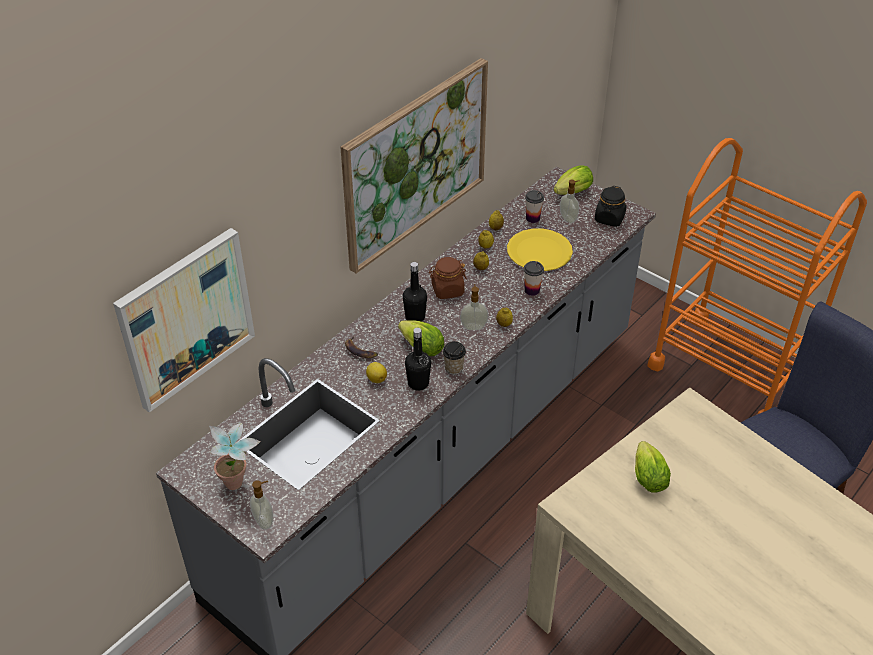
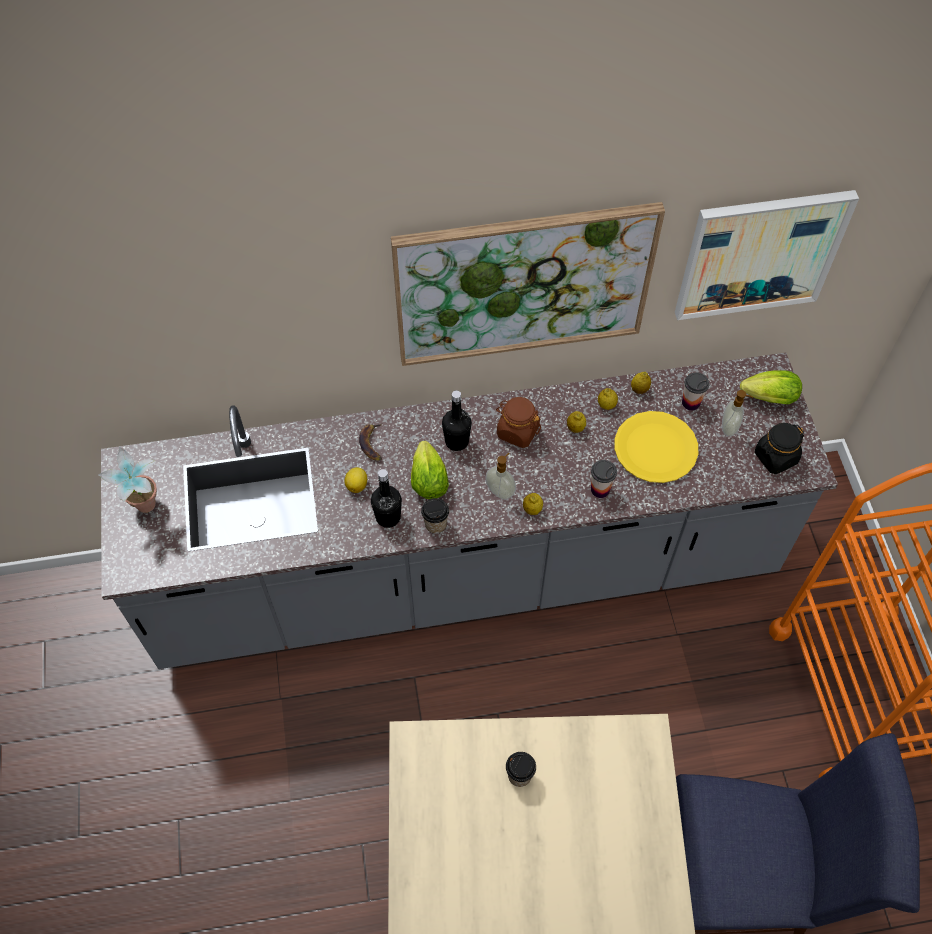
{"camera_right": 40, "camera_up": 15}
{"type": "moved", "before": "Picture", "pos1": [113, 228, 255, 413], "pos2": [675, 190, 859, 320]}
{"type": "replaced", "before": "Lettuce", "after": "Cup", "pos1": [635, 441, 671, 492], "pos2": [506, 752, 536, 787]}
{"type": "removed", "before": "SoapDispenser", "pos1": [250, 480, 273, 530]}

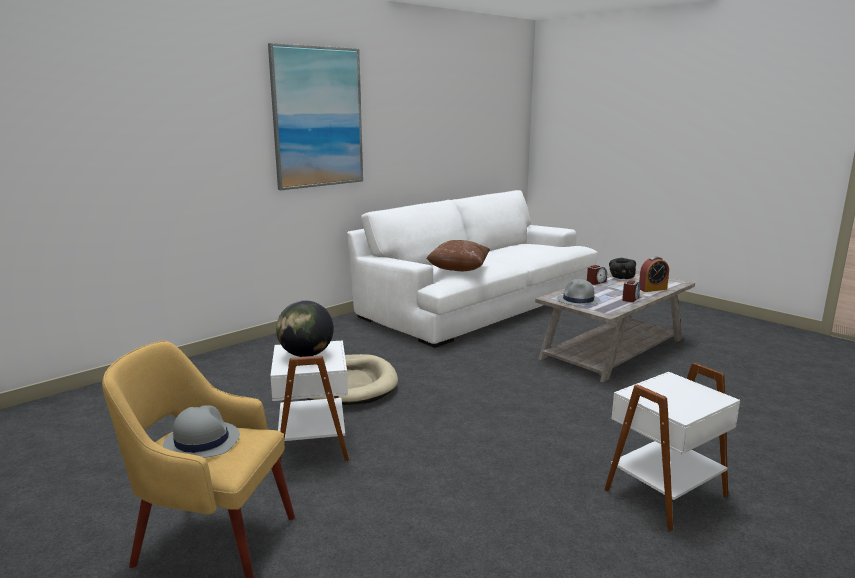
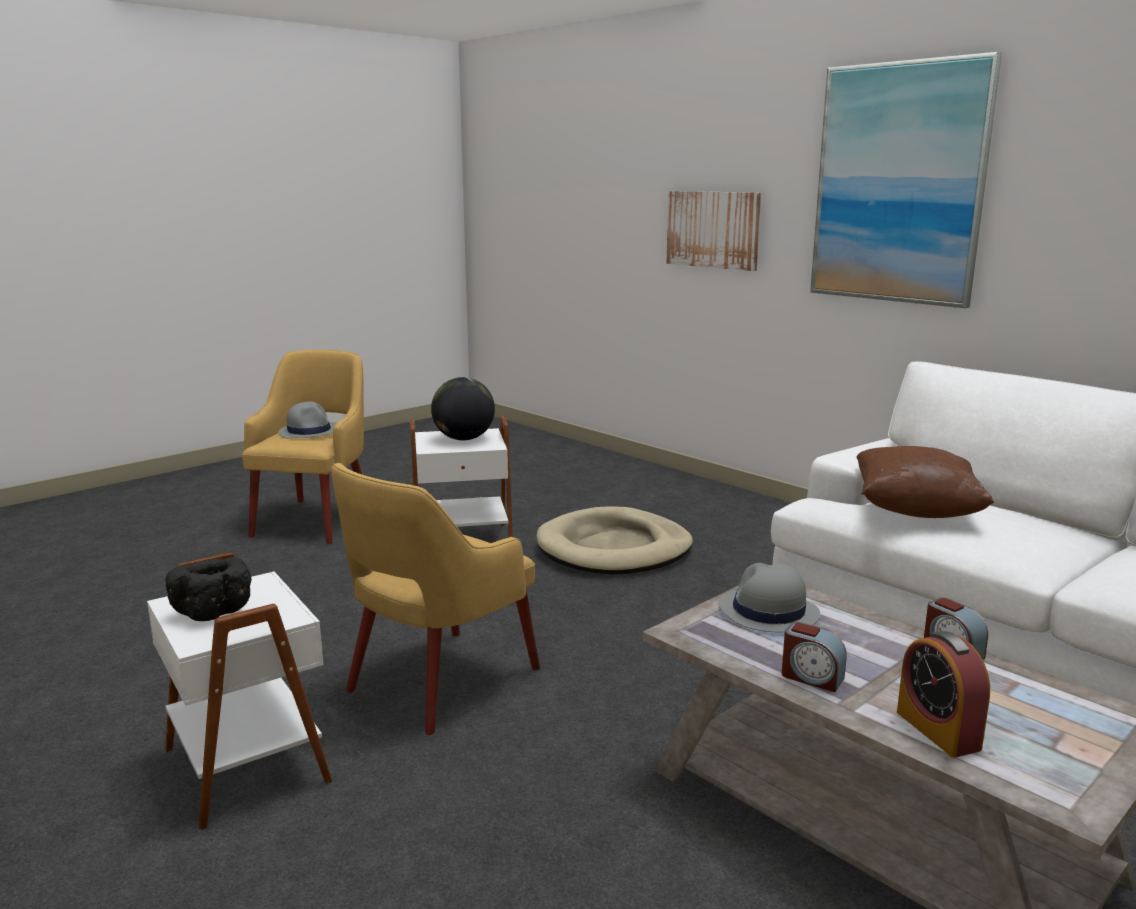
{"camera_right": 90, "camera_up": 0}
{"type": "moved", "before": "BlackBowl", "pos1": [609, 258, 636, 279], "pos2": [165, 557, 252, 621]}
{"type": "added", "after": "Picture", "pos2": [666, 191, 761, 271]}
{"type": "added", "after": "YellowArmchair", "pos2": [331, 463, 540, 735]}

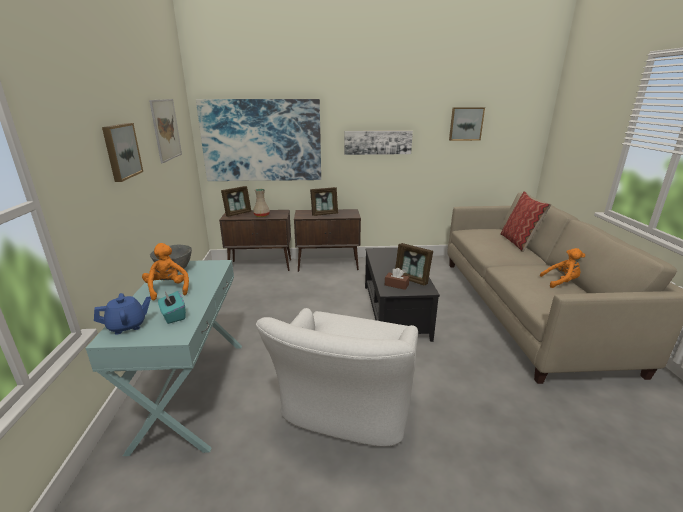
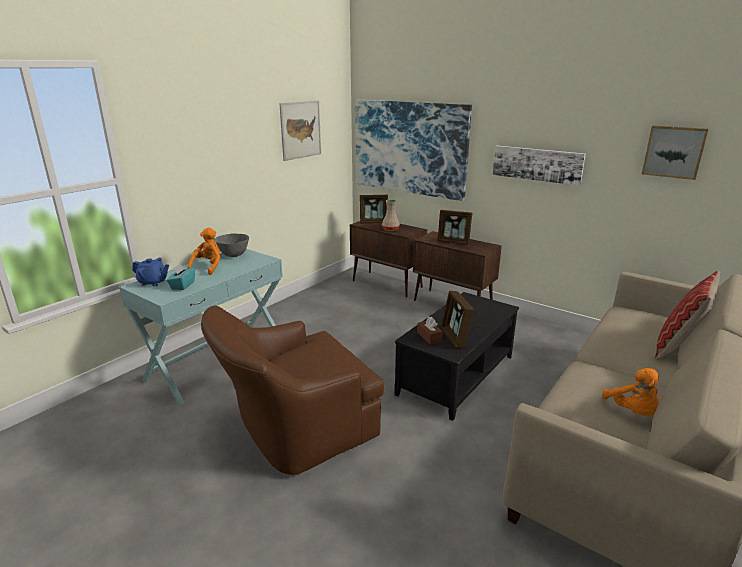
{"camera_right": 40, "camera_up": 0}
{"type": "removed", "before": "Picture", "pos1": [102, 123, 143, 182]}
{"type": "turned", "before": "OrangePlushToy", "pos1": [540, 248, 585, 288], "pos2": [602, 368, 662, 416], "turn": 45}
{"type": "recoloured", "before": "WhiteArmchair", "after": "BrownArmchair", "pos1": [256, 308, 418, 447], "pos2": [201, 306, 384, 475]}

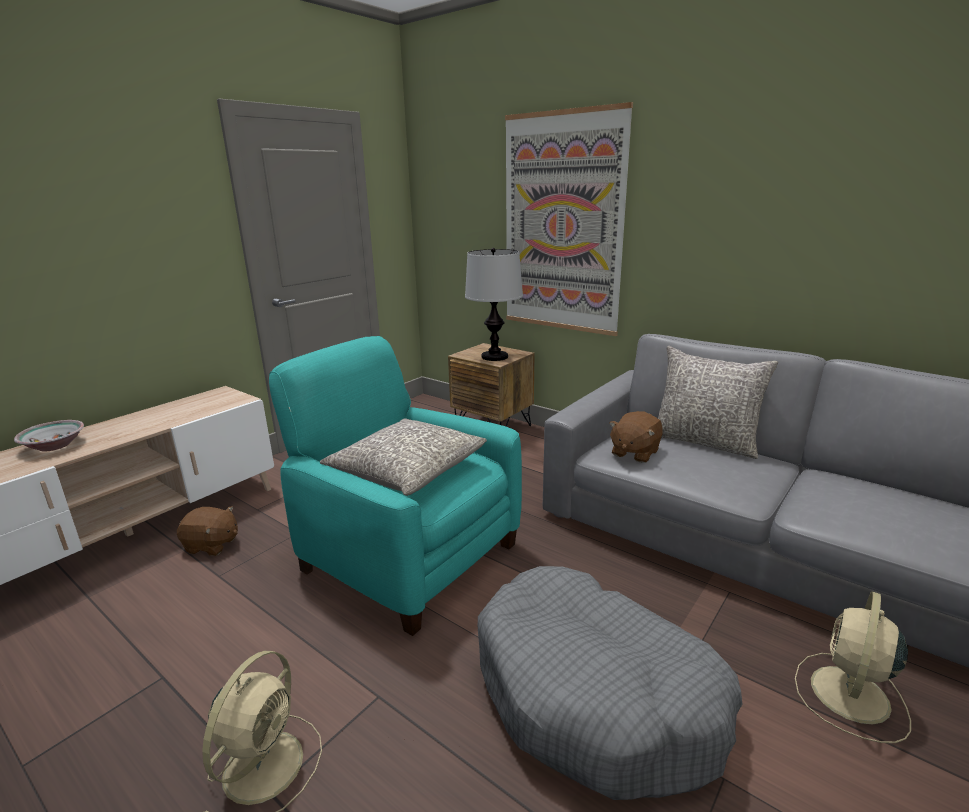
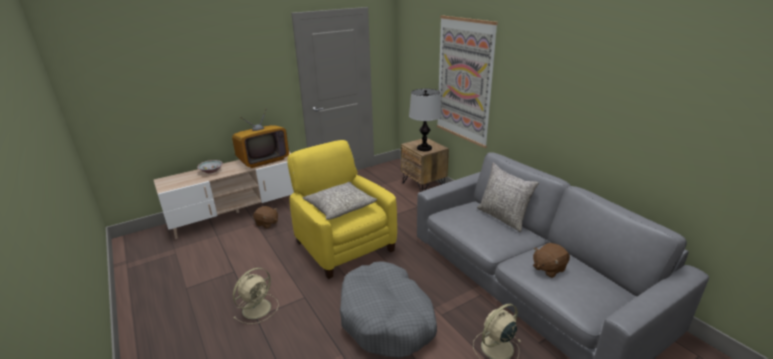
{"camera_right": 20, "camera_up": 5}
{"type": "recoloured", "before": "TurquoiseArmchair", "after": "YellowArmchair", "pos1": [269, 336, 522, 636], "pos2": [287, 140, 397, 279]}
{"type": "moved", "before": "BrownPlushToy", "pos1": [609, 411, 663, 463], "pos2": [533, 243, 570, 278]}
{"type": "added", "after": "Television", "pos2": [232, 108, 289, 168]}

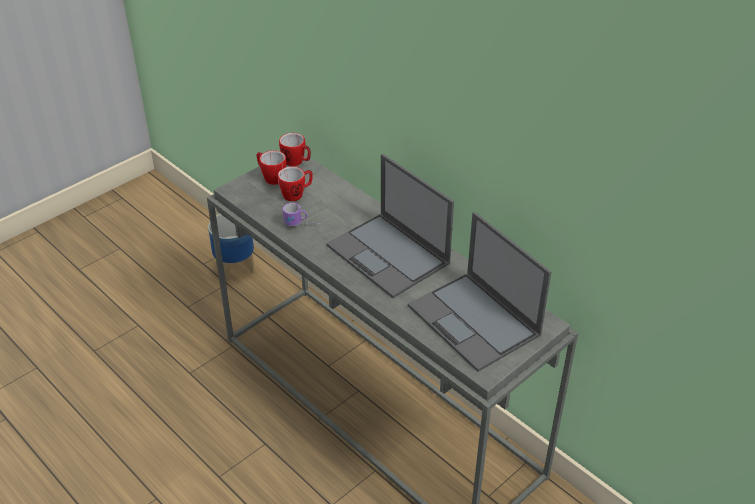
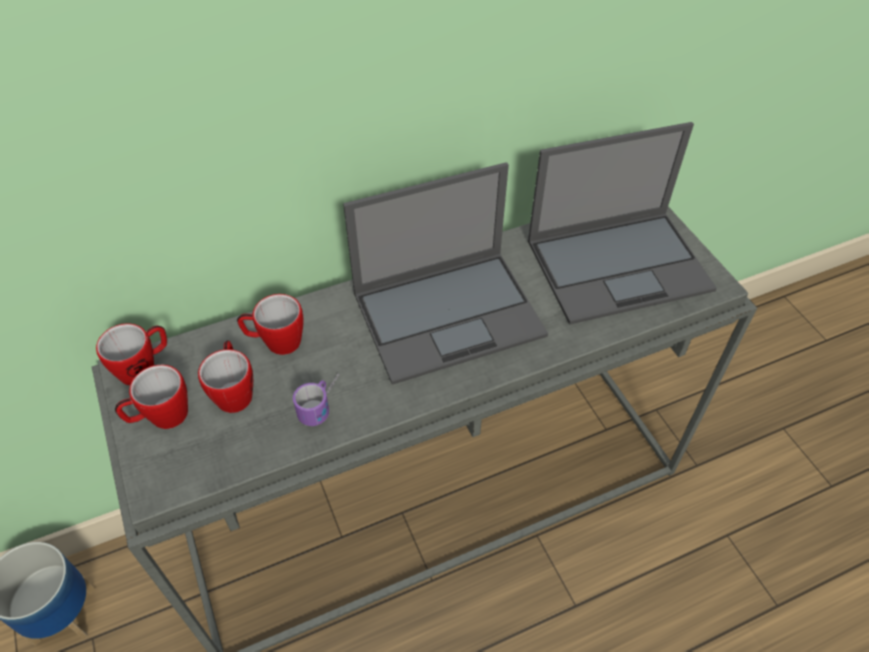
{"camera_right": -70, "camera_up": 10}
{"type": "added", "after": "Mug", "pos2": [237, 294, 303, 355]}

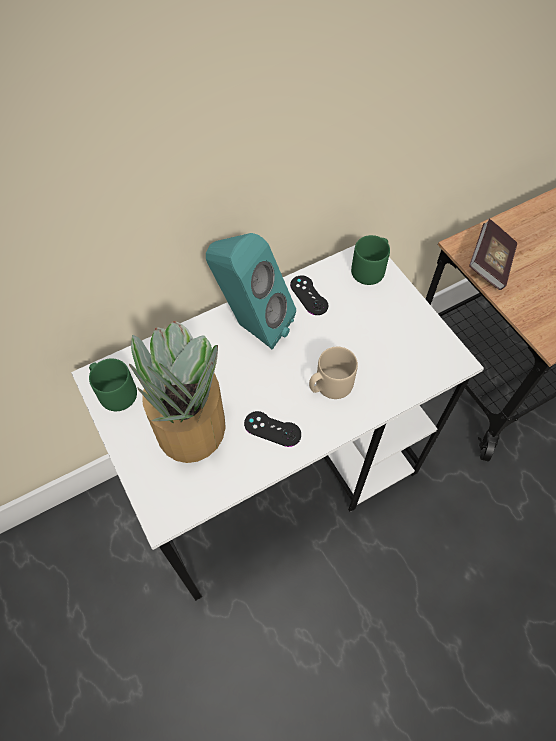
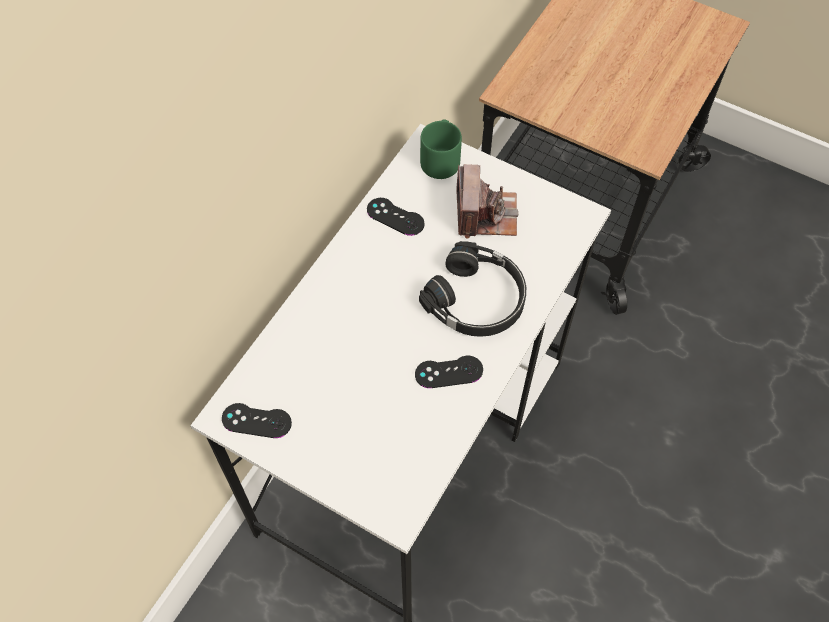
{"camera_right": -30, "camera_up": 0}
{"type": "removed", "before": "Book", "pos1": [469, 219, 517, 290]}
{"type": "removed", "before": "TurquoiseSpeaker", "pos1": [206, 233, 296, 349]}
{"type": "removed", "before": "PottedPlant", "pos1": [129, 321, 226, 463]}
{"type": "replaced", "before": "BeigeMug", "after": "BlackHeadphones", "pos1": [309, 347, 358, 399], "pos2": [419, 241, 526, 337]}
{"type": "replaced", "before": "GreenMug", "after": "BlackGameController", "pos1": [89, 358, 137, 411], "pos2": [222, 403, 292, 438]}
{"type": "added", "after": "PhotoCamera", "pos2": [456, 164, 518, 239]}

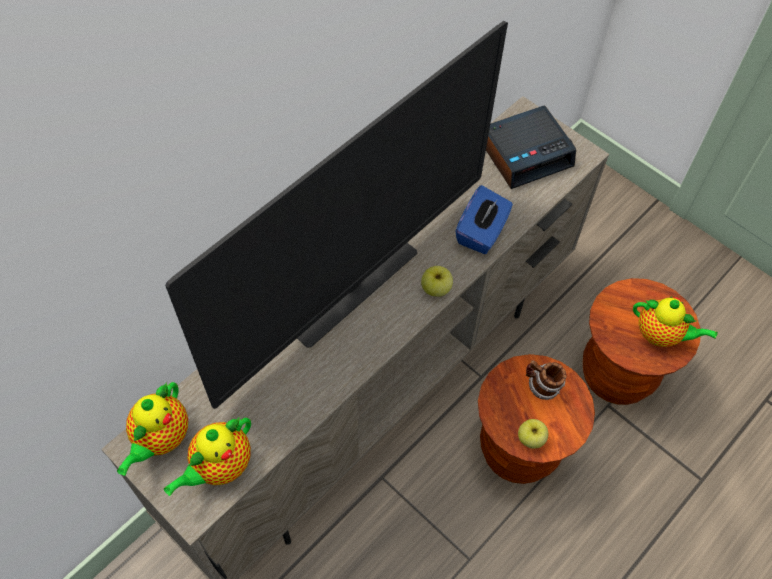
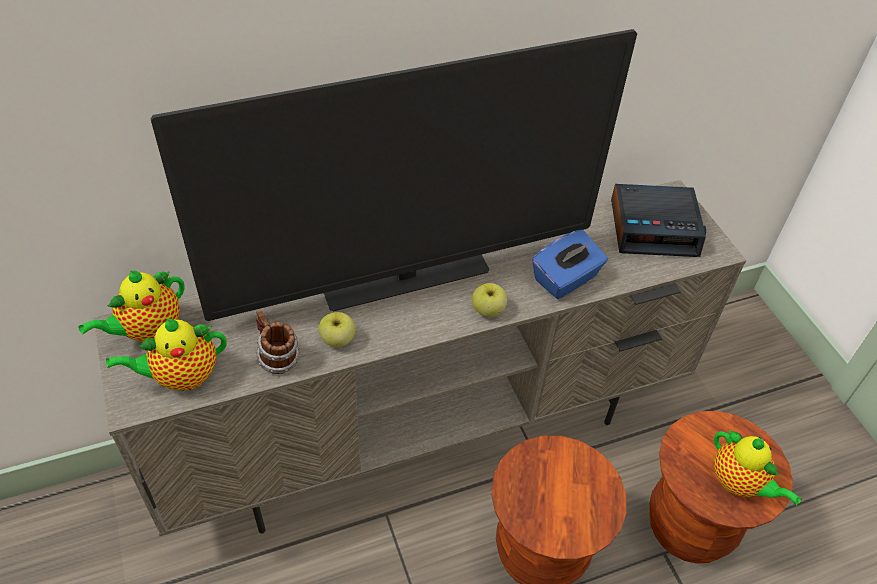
{"camera_right": 25, "camera_up": -10}
{"type": "moved", "before": "Mug", "pos1": [526, 360, 567, 400], "pos2": [256, 309, 300, 374]}
{"type": "moved", "before": "Apple", "pos1": [518, 419, 548, 449], "pos2": [318, 312, 356, 348]}

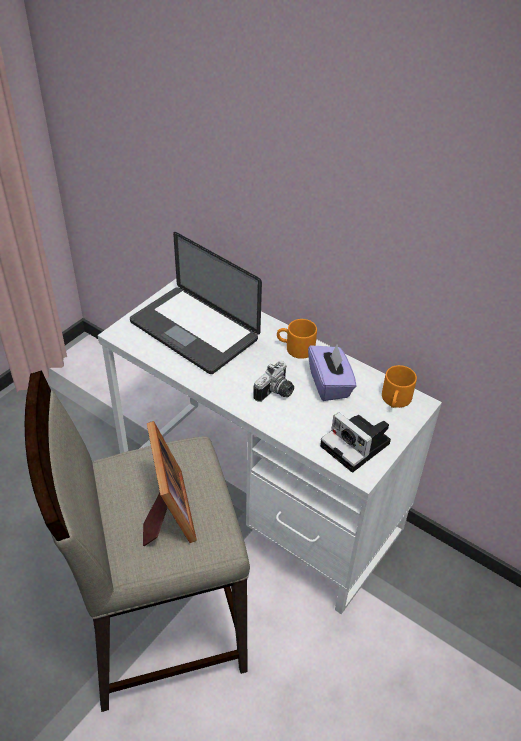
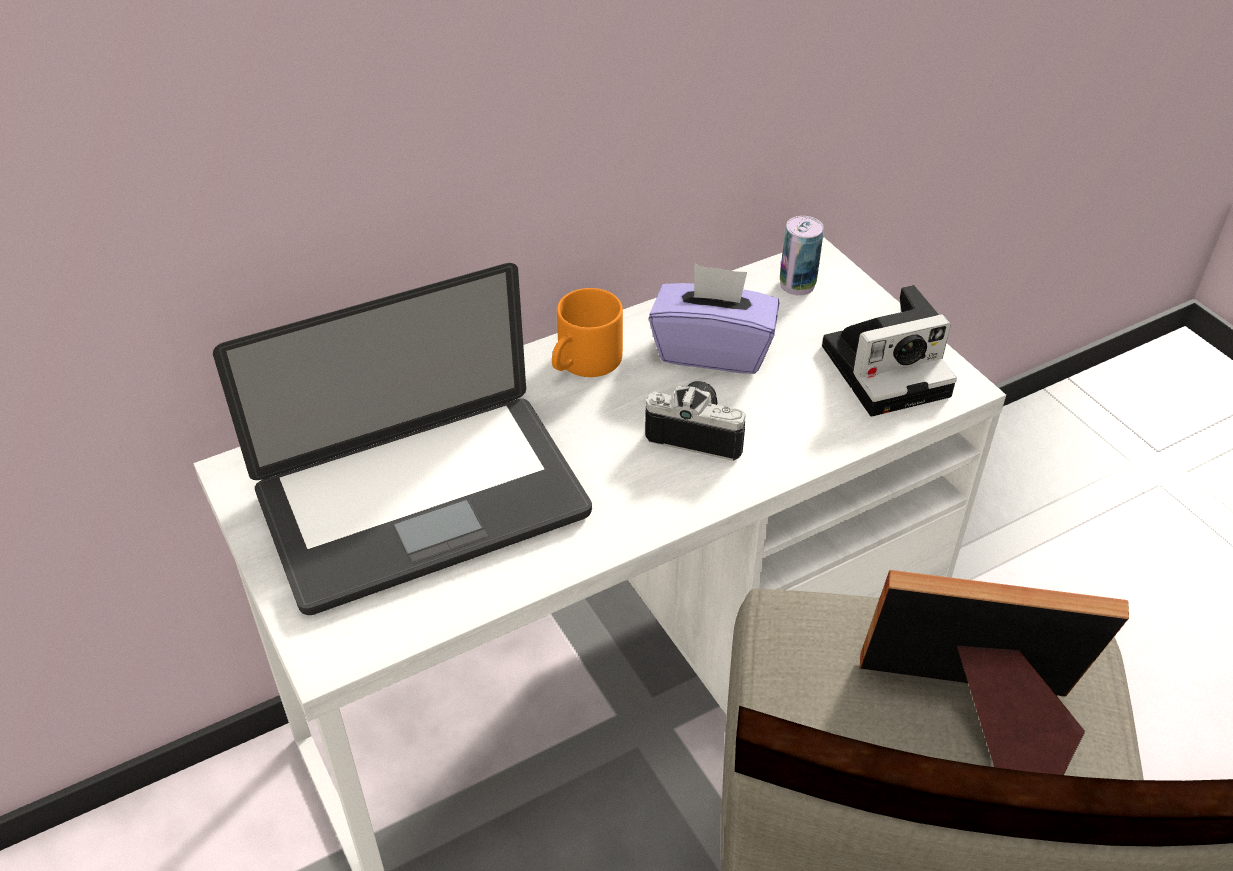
{"camera_right": -65, "camera_up": 0}
{"type": "turned", "before": "PhotoCamera", "pos1": [253, 361, 294, 402], "pos2": [645, 381, 746, 461], "turn": -45}
{"type": "replaced", "before": "OrangeMug", "after": "Can", "pos1": [382, 365, 417, 408], "pos2": [780, 216, 823, 296]}

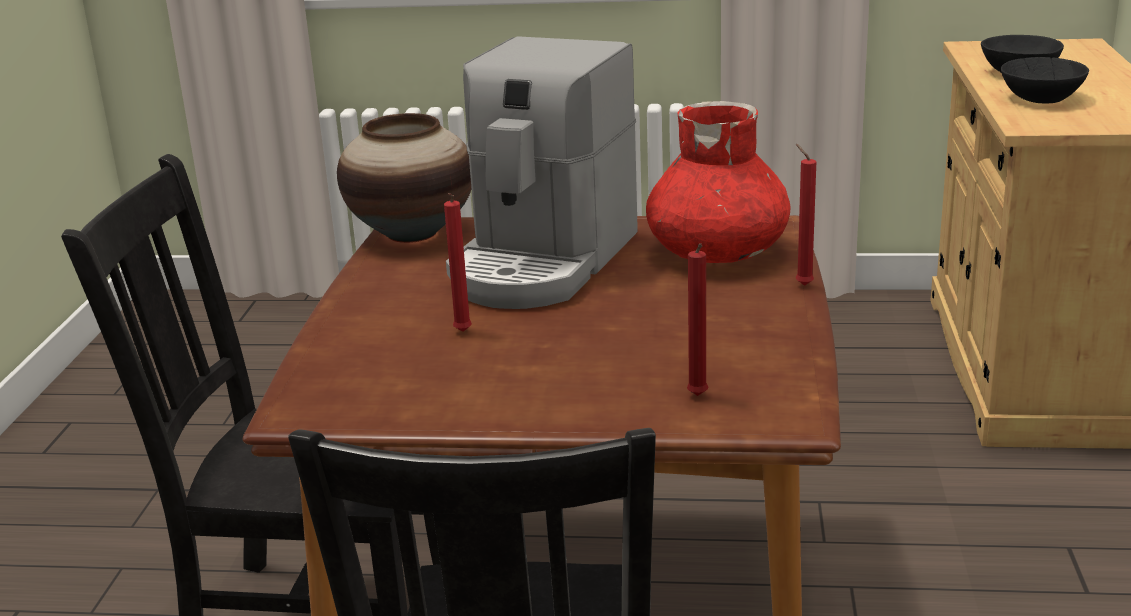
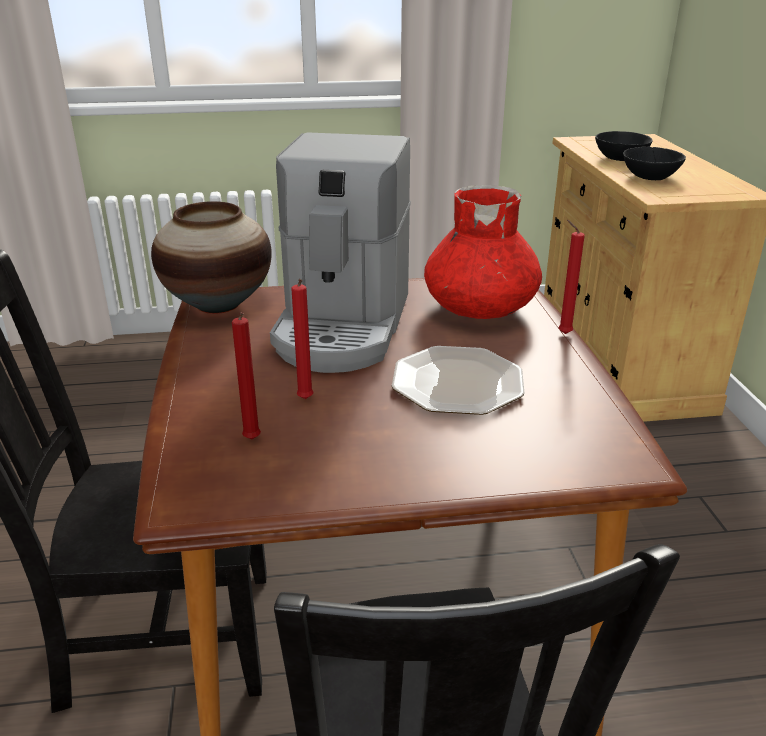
{"camera_right": -15, "camera_up": 5}
{"type": "moved", "before": "RedCandle", "pos1": [687, 243, 708, 396], "pos2": [232, 312, 261, 439]}
{"type": "added", "after": "Plate", "pos2": [392, 346, 525, 415]}

